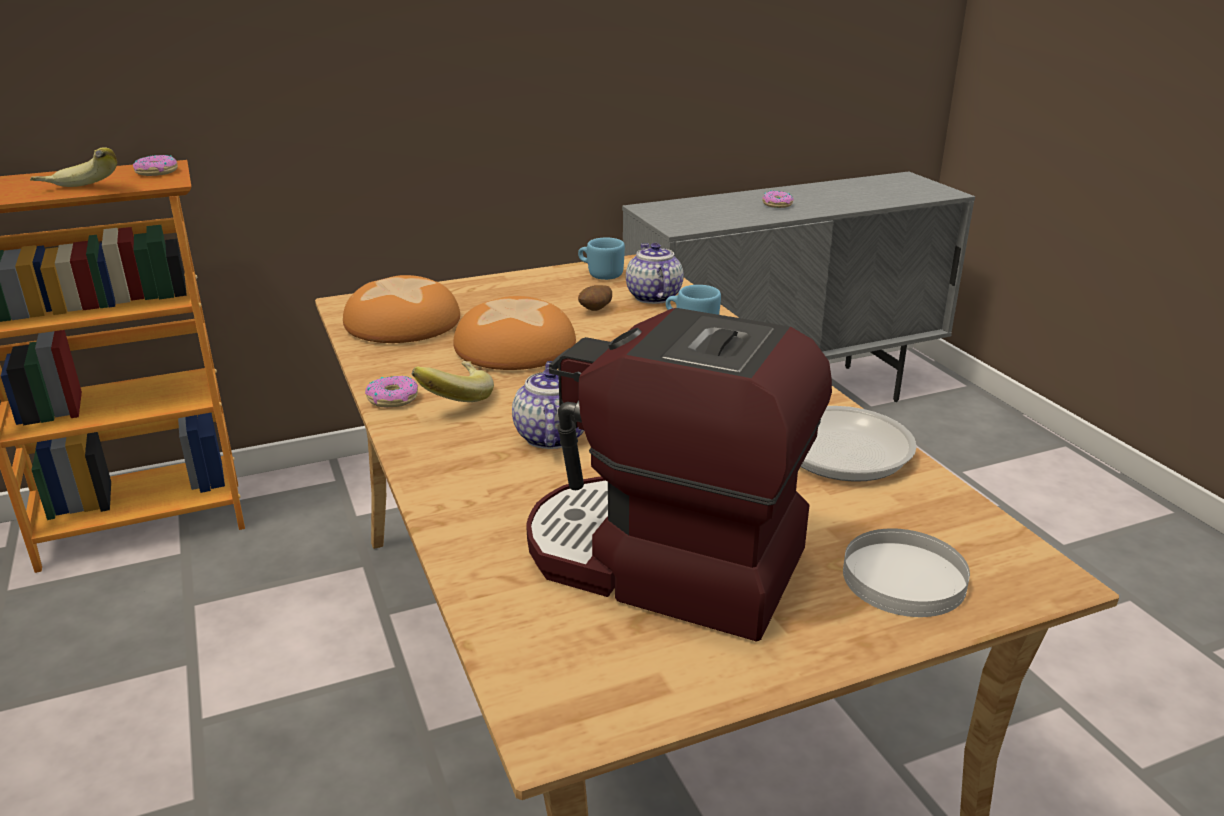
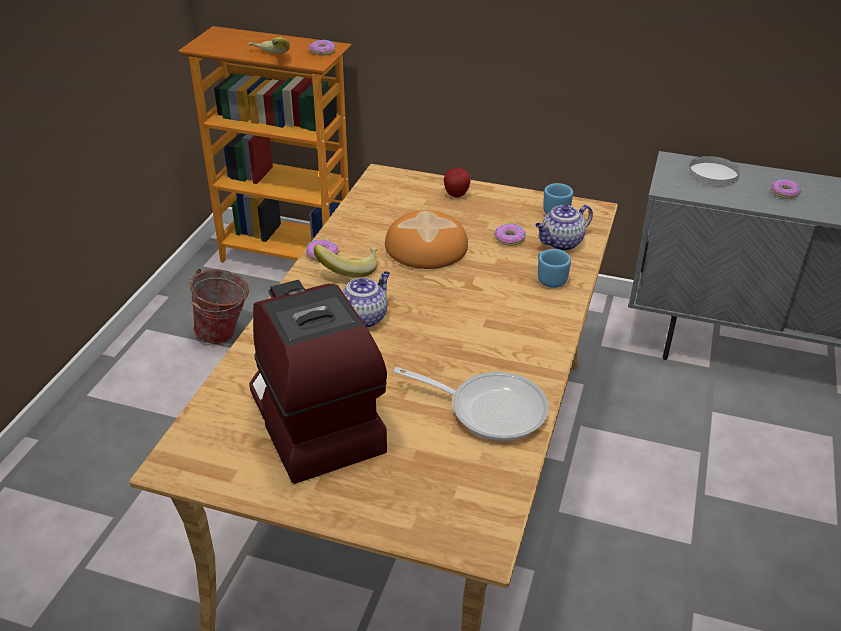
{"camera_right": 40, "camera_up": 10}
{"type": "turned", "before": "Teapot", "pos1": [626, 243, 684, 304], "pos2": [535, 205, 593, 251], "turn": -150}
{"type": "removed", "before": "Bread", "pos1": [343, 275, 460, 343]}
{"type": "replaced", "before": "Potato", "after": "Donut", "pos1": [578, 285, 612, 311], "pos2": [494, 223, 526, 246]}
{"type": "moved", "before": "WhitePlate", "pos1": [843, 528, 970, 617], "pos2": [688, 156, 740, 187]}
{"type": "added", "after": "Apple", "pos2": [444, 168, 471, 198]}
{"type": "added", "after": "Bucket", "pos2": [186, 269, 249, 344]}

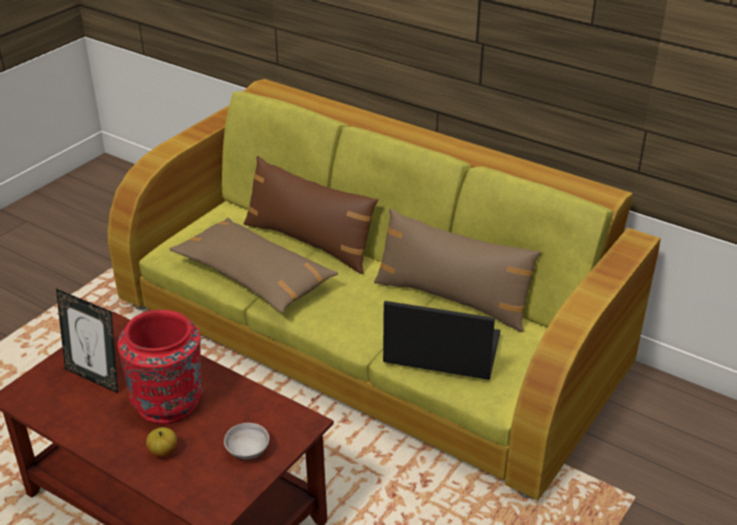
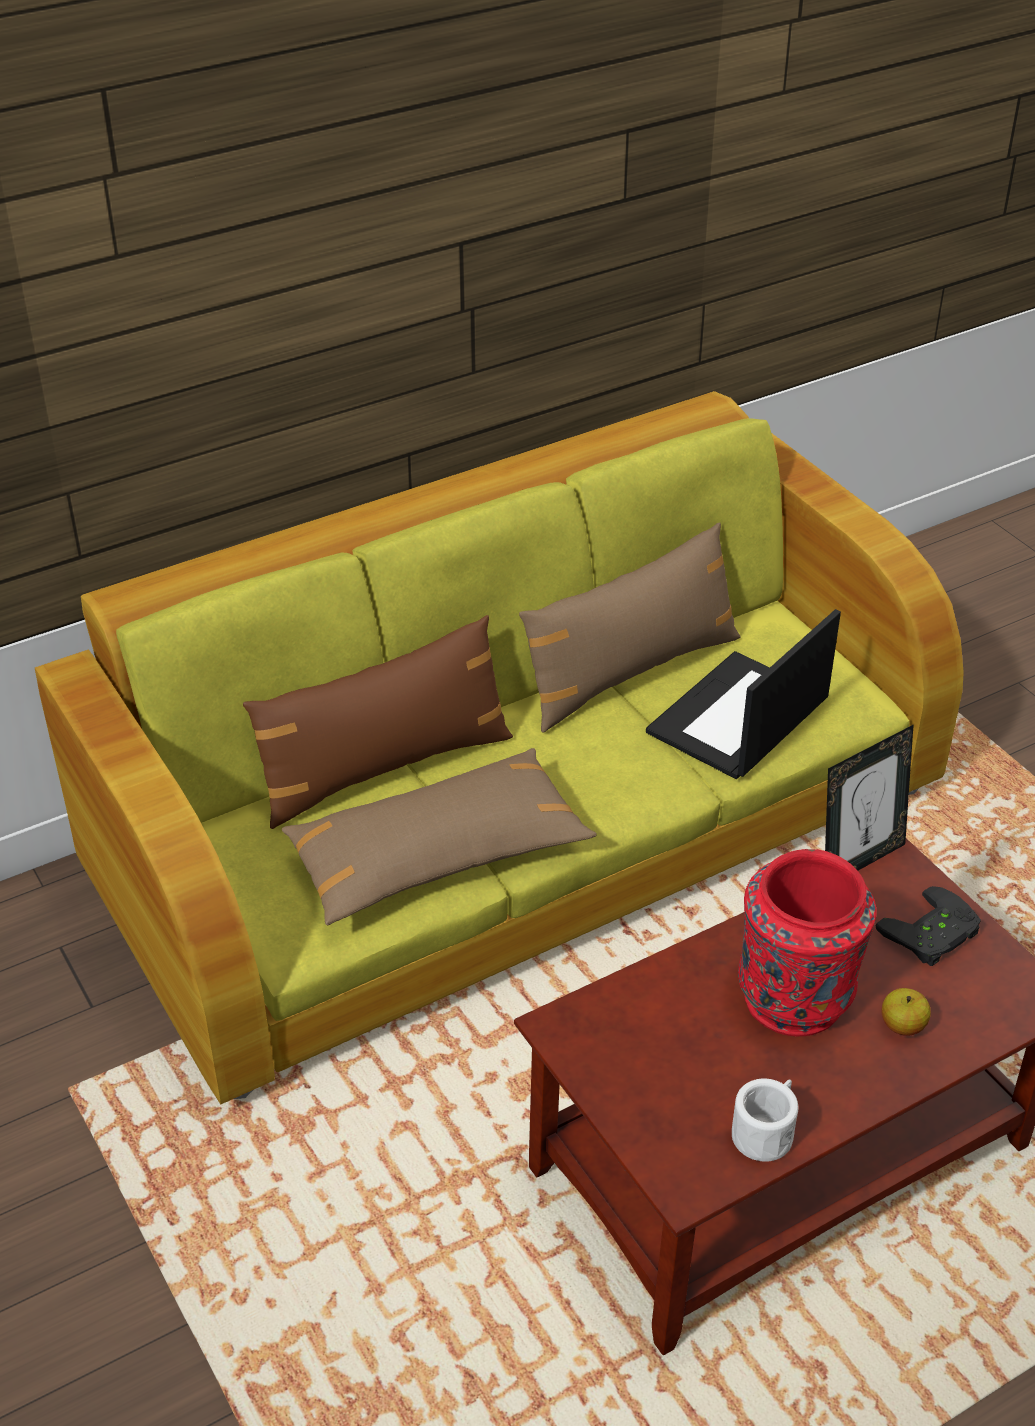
{"camera_right": -65, "camera_up": 5}
{"type": "moved", "before": "PictureFrame", "pos1": [56, 289, 118, 393], "pos2": [825, 725, 913, 870]}
{"type": "replaced", "before": "GreyBowl", "after": "BlackGameController", "pos1": [224, 423, 269, 459], "pos2": [876, 886, 981, 966]}
{"type": "added", "after": "WhiteMug", "pos2": [732, 1078, 798, 1162]}

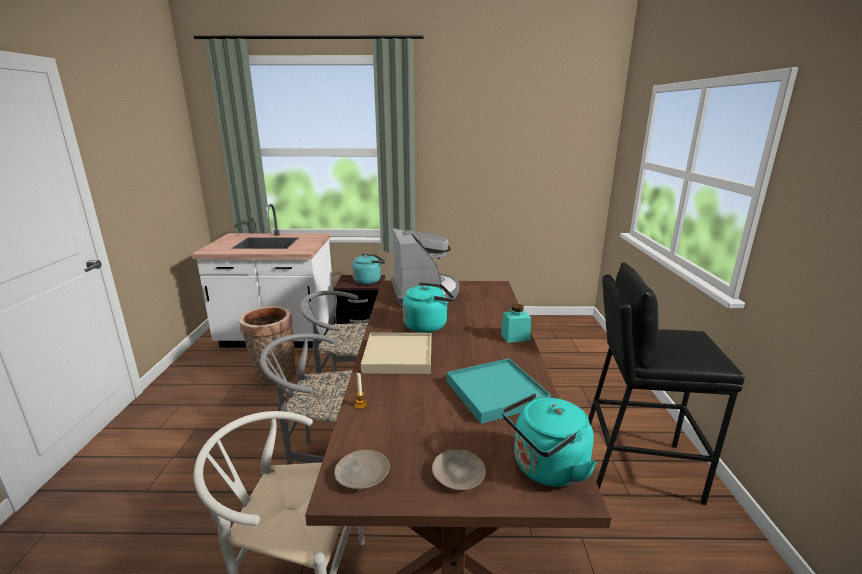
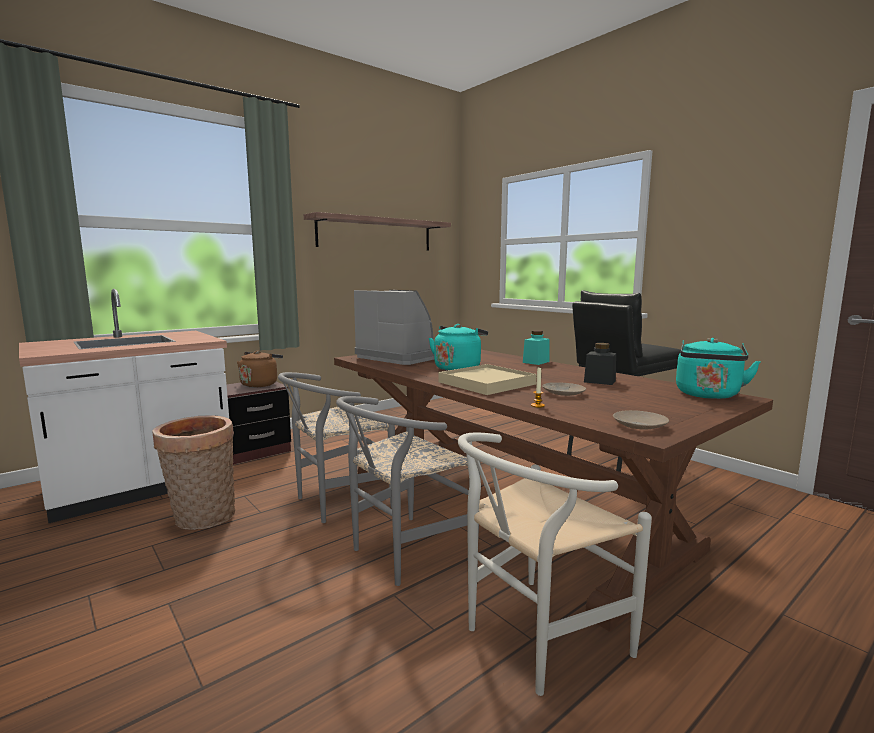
{"camera_right": -40, "camera_up": -10}
{"type": "recoloured", "before": "TurquoiseKettle", "after": "BrownKettle", "pos1": [352, 253, 385, 284], "pos2": [237, 351, 283, 387]}
{"type": "replaced", "before": "TurquoiseTray", "after": "BlackJar", "pos1": [447, 358, 551, 424], "pos2": [584, 343, 616, 385]}
{"type": "moved", "before": "BeigePlate", "pos1": [432, 449, 486, 490], "pos2": [542, 382, 586, 396]}
{"type": "added", "after": "Shelf", "pos2": [304, 212, 451, 251]}

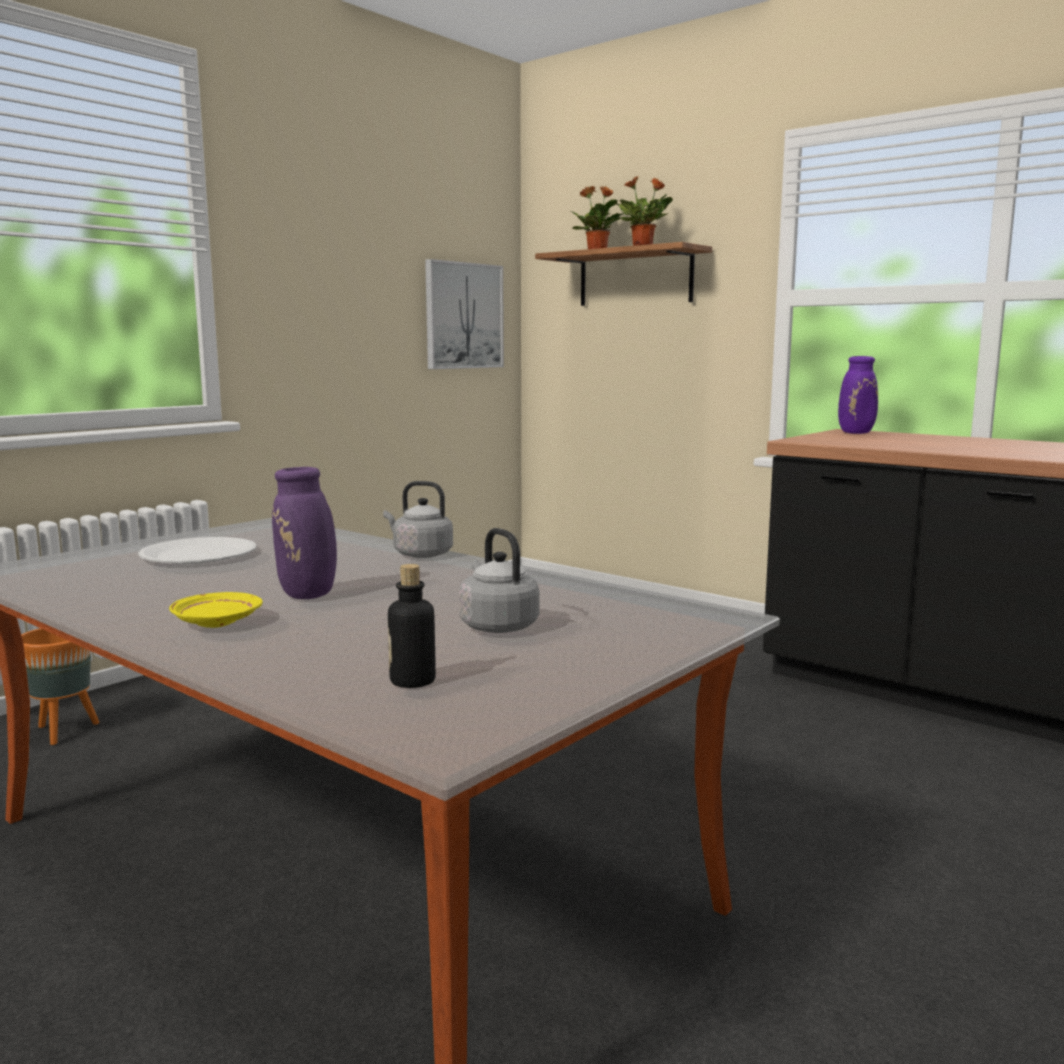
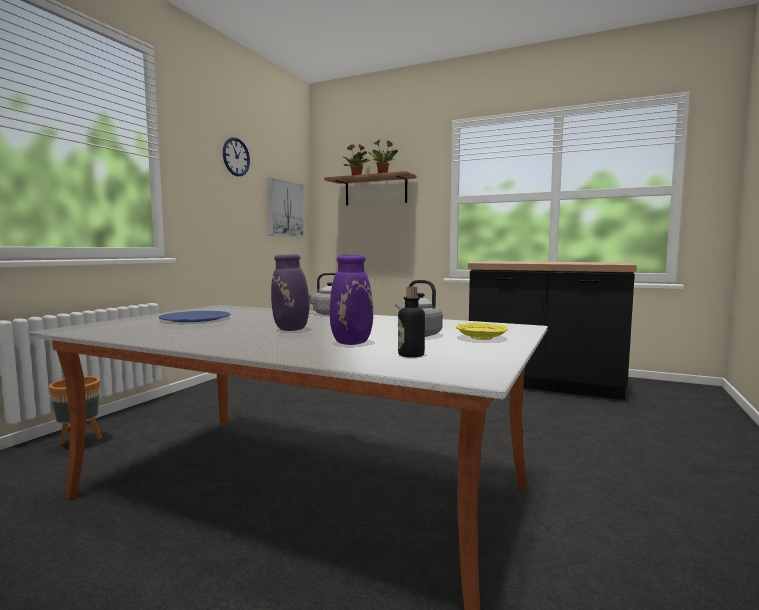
{"camera_right": -15, "camera_up": -5}
{"type": "moved", "before": "PurpleVase", "pos1": [838, 356, 878, 434], "pos2": [330, 255, 373, 345]}
{"type": "recoloured", "before": "WhitePlate", "after": "BluePlate", "pos1": [138, 537, 256, 564], "pos2": [159, 311, 231, 322]}
{"type": "moved", "before": "YellowPlate", "pos1": [169, 592, 263, 628], "pos2": [456, 323, 508, 340]}
{"type": "added", "after": "WallClock", "pos2": [223, 137, 250, 176]}

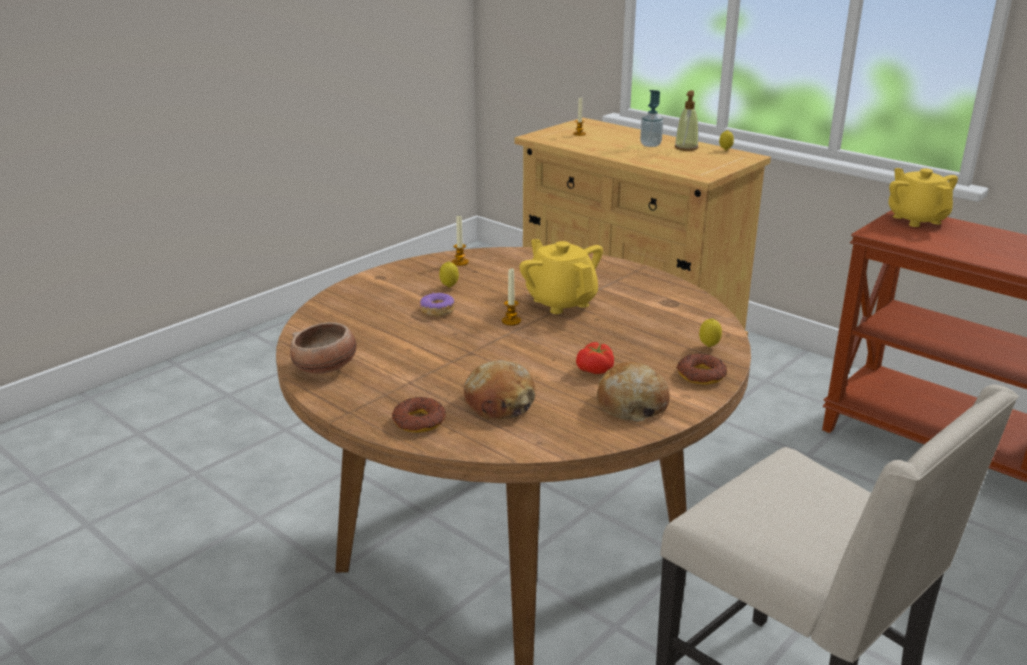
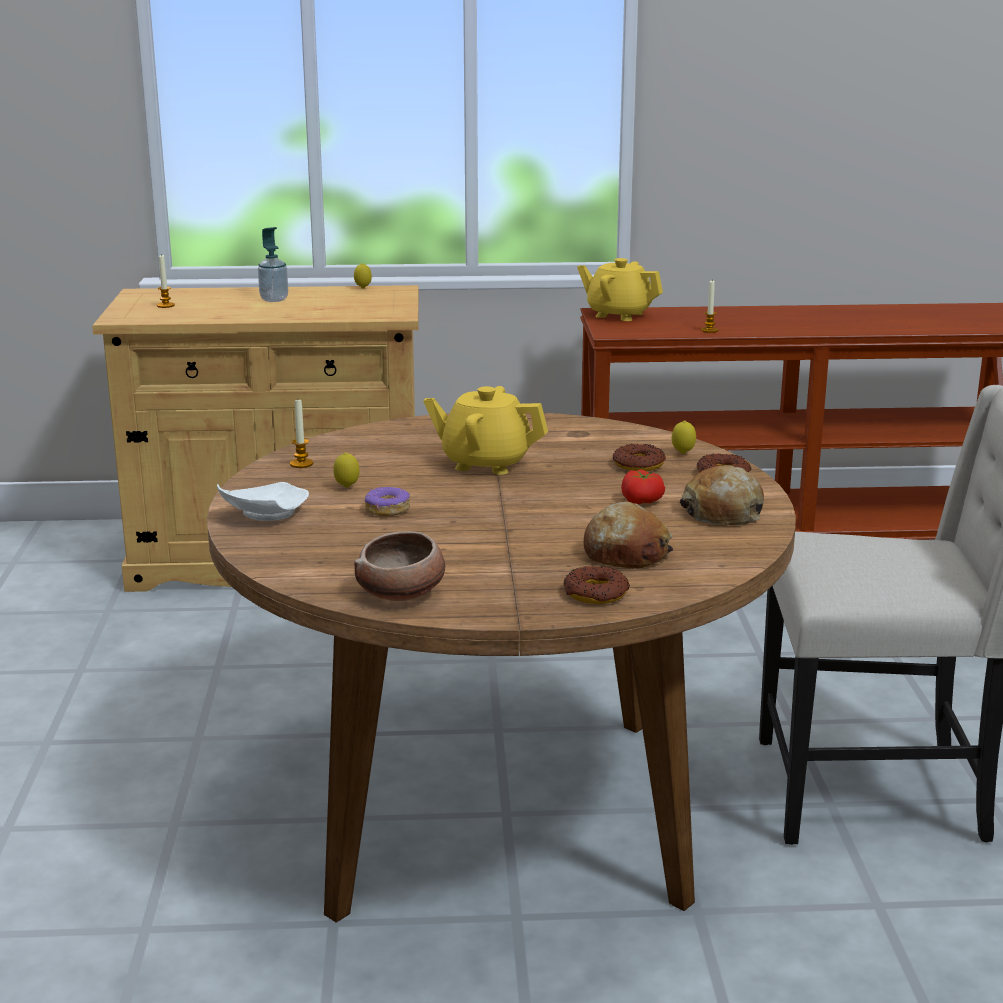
{"camera_right": -45, "camera_up": -5}
{"type": "removed", "before": "SoapDispenser", "pos1": [675, 90, 698, 151]}
{"type": "moved", "before": "Candle", "pos1": [502, 269, 521, 326], "pos2": [701, 280, 718, 333]}
{"type": "added", "after": "Donut", "pos2": [613, 444, 666, 471]}
{"type": "added", "after": "WhitePlate", "pos2": [217, 482, 309, 521]}

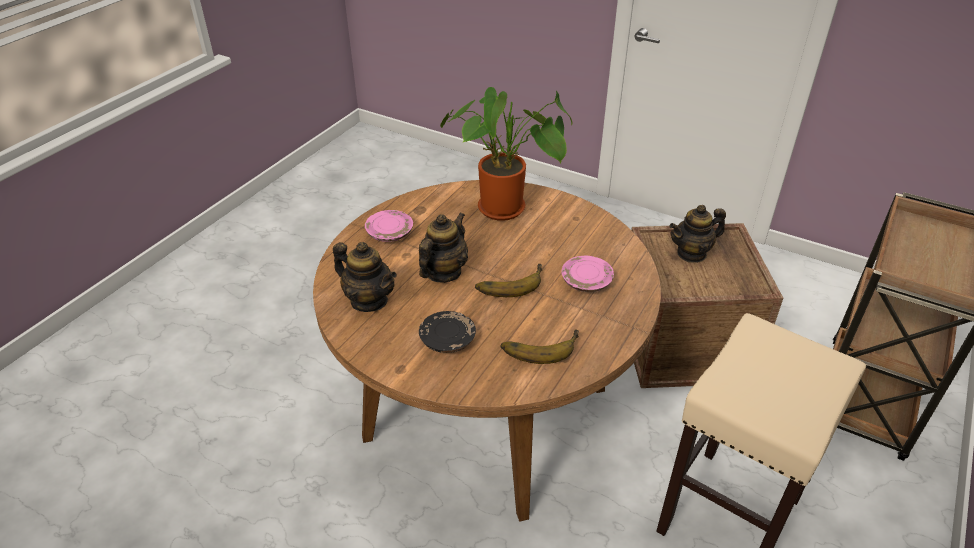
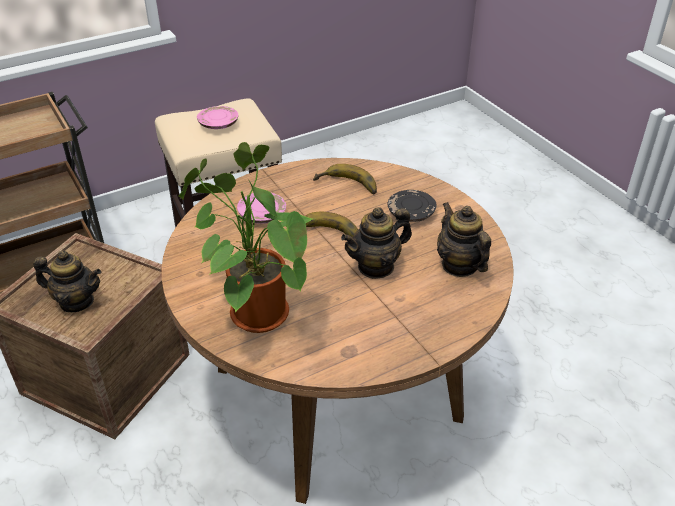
{"camera_right": -150, "camera_up": 0}
{"type": "moved", "before": "PinkPlate", "pos1": [365, 210, 413, 242], "pos2": [197, 106, 238, 129]}

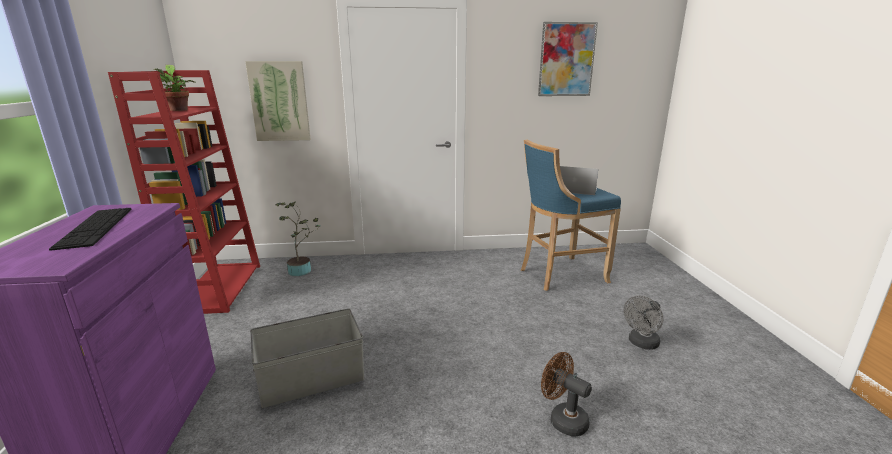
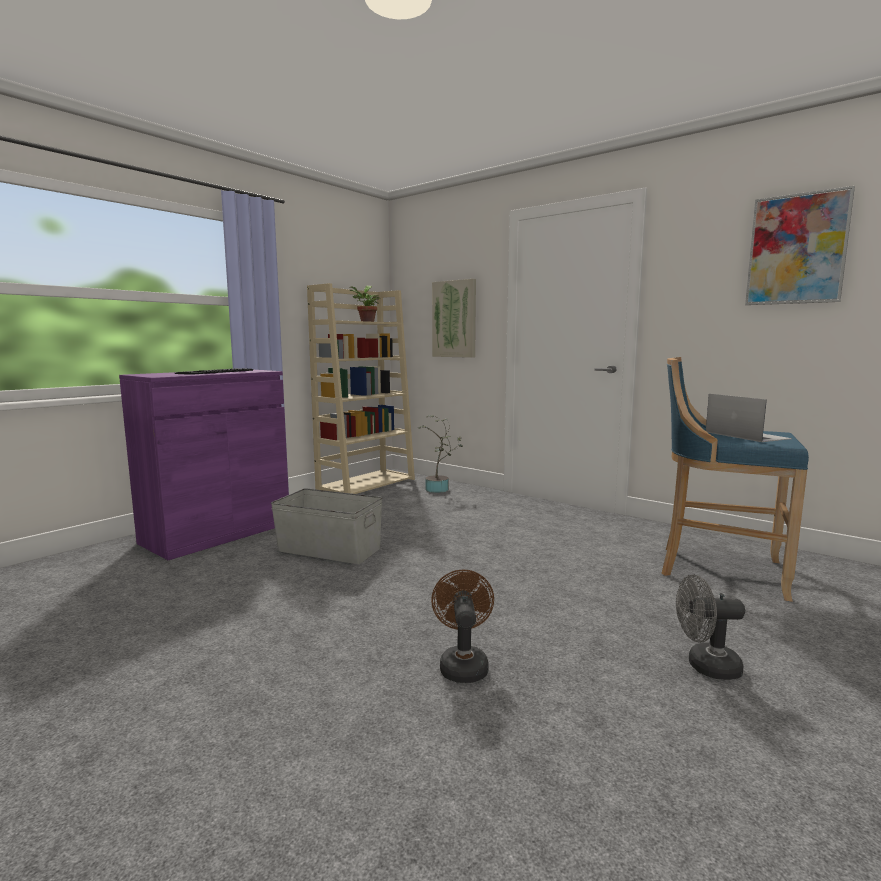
{"camera_right": 45, "camera_up": -10}
{"type": "recoloured", "before": "RedBookcase", "after": "BeigeBookcase", "pos1": [108, 70, 260, 314], "pos2": [307, 283, 415, 494]}

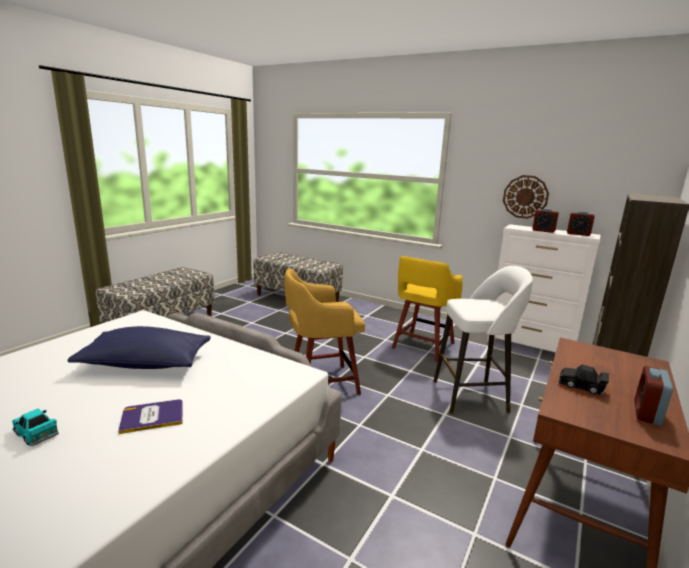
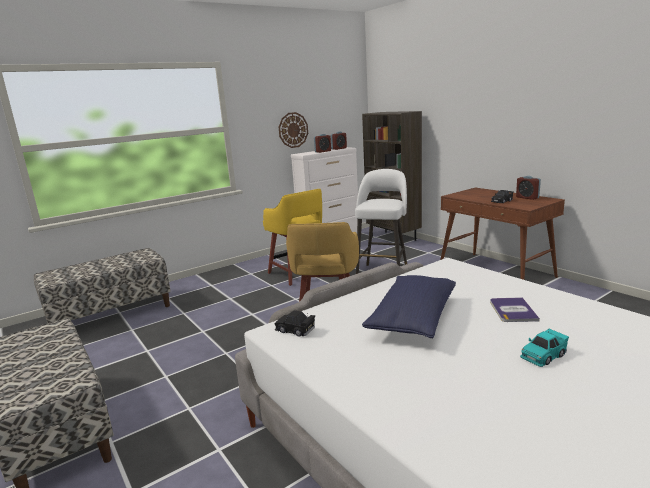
{"camera_right": -65, "camera_up": 0}
{"type": "added", "after": "BlackToyCar", "pos2": [275, 310, 315, 337]}

